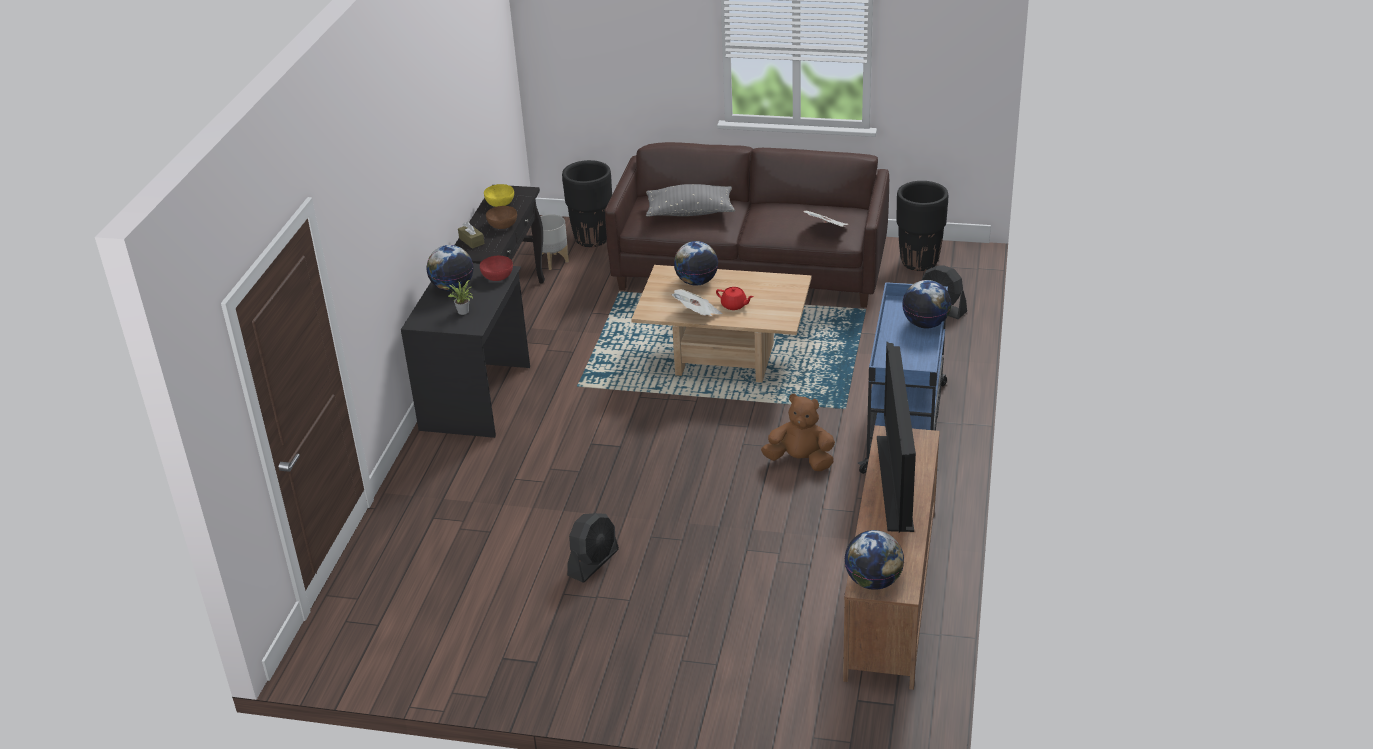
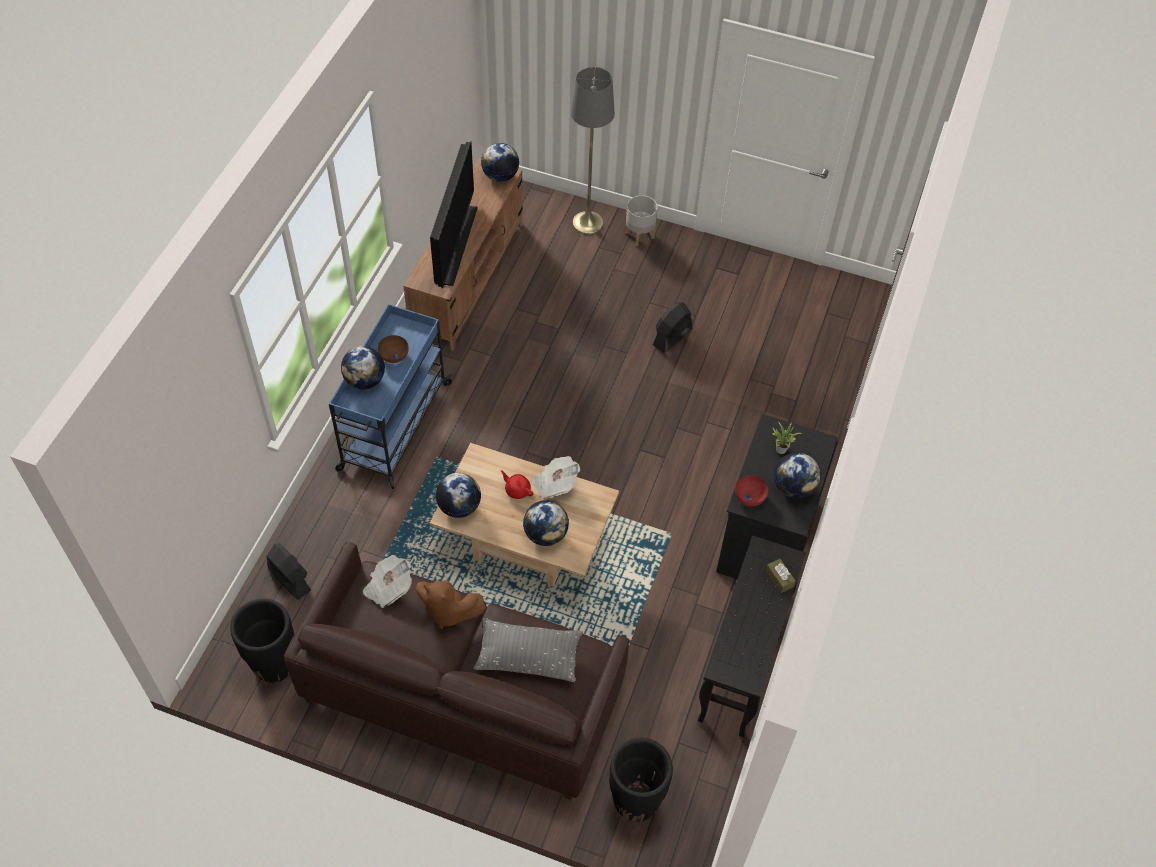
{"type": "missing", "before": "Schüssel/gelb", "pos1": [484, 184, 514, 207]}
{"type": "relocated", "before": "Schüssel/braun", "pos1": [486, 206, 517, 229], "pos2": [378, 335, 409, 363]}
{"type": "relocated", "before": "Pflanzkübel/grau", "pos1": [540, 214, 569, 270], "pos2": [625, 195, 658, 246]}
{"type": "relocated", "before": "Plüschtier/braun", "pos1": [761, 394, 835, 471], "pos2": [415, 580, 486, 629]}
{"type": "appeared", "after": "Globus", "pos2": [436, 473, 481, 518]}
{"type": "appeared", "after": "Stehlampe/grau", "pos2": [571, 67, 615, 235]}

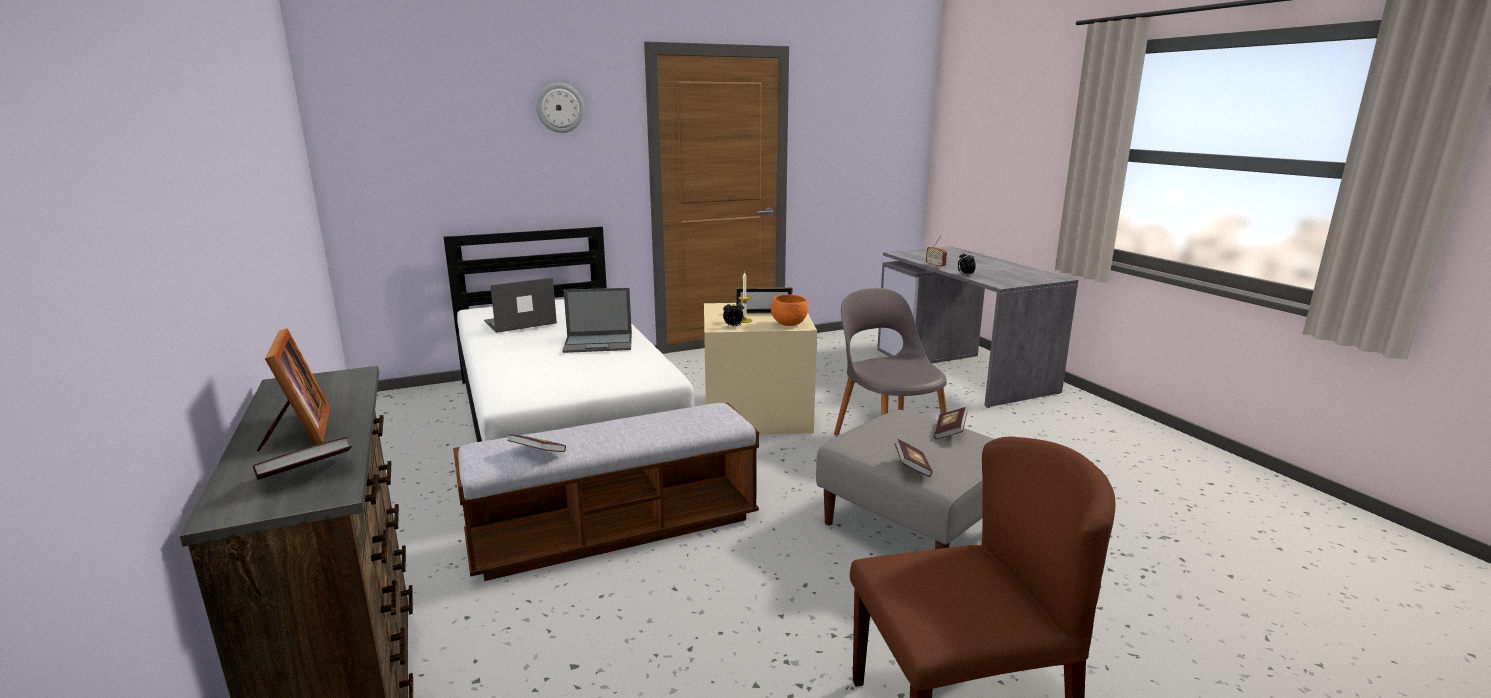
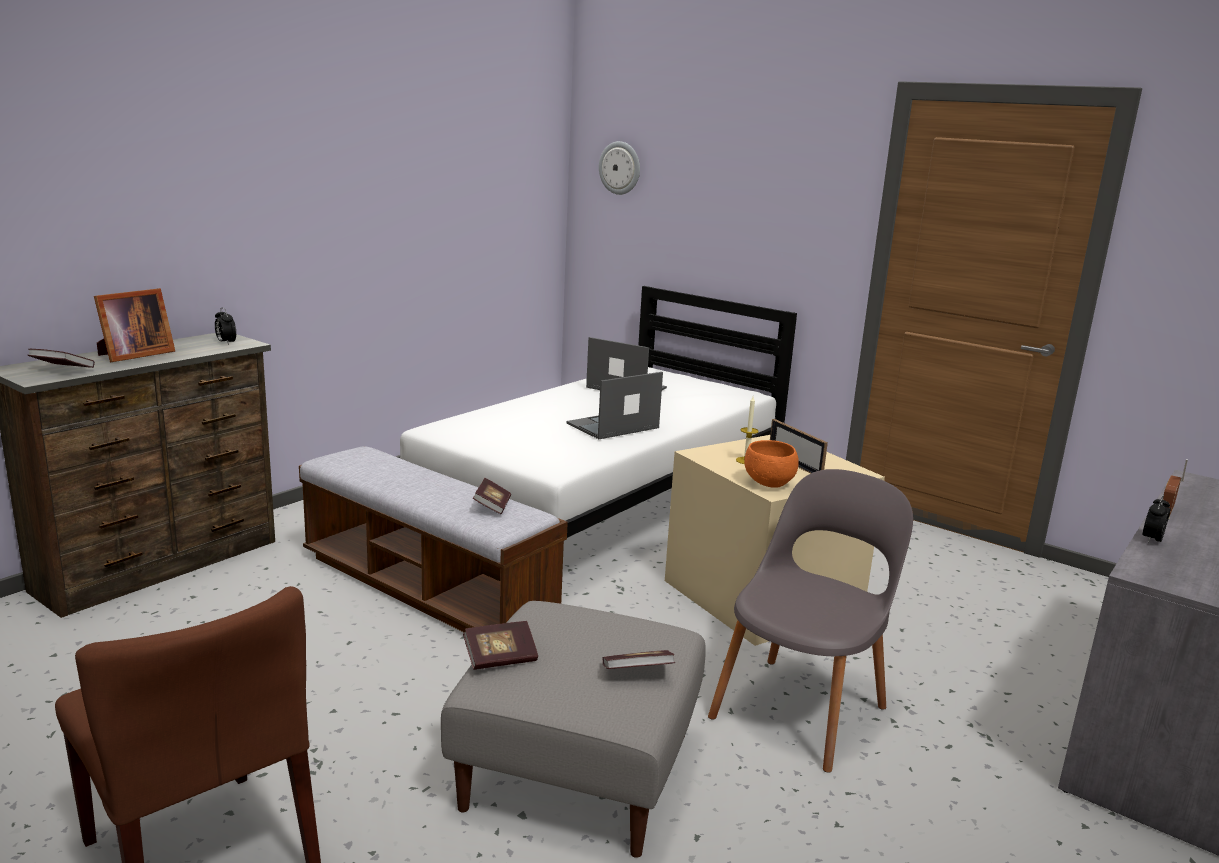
{"type": "relocated", "before": "Buch", "pos1": [507, 434, 566, 452], "pos2": [473, 478, 511, 514]}
{"type": "relocated", "before": "Wanduhr", "pos1": [536, 83, 584, 133], "pos2": [599, 141, 640, 195]}
{"type": "spun", "before": "Laptop", "pos1": [562, 288, 632, 353], "pos2": [566, 372, 663, 439], "turn": 90}
{"type": "relocated", "before": "Wecker", "pos1": [723, 300, 744, 328], "pos2": [215, 308, 236, 345]}

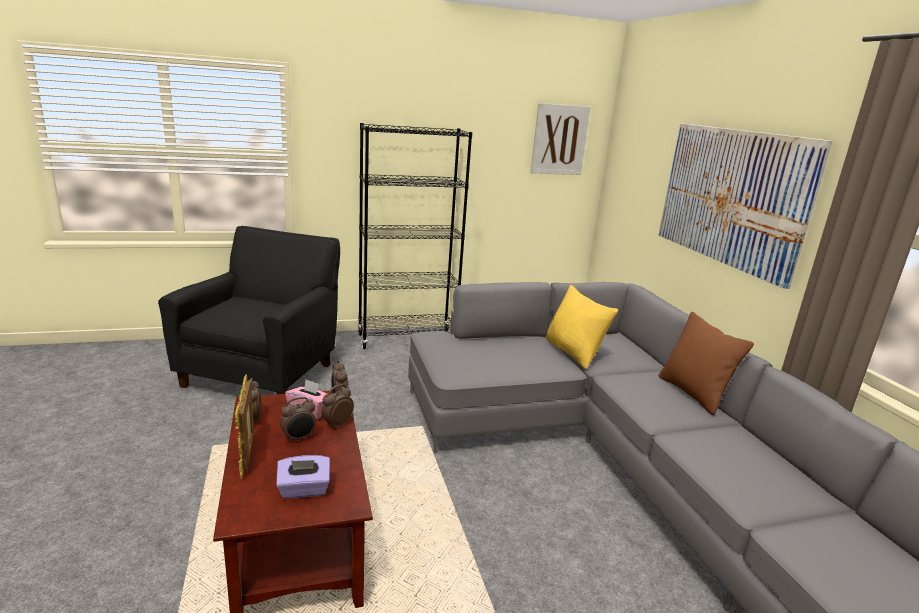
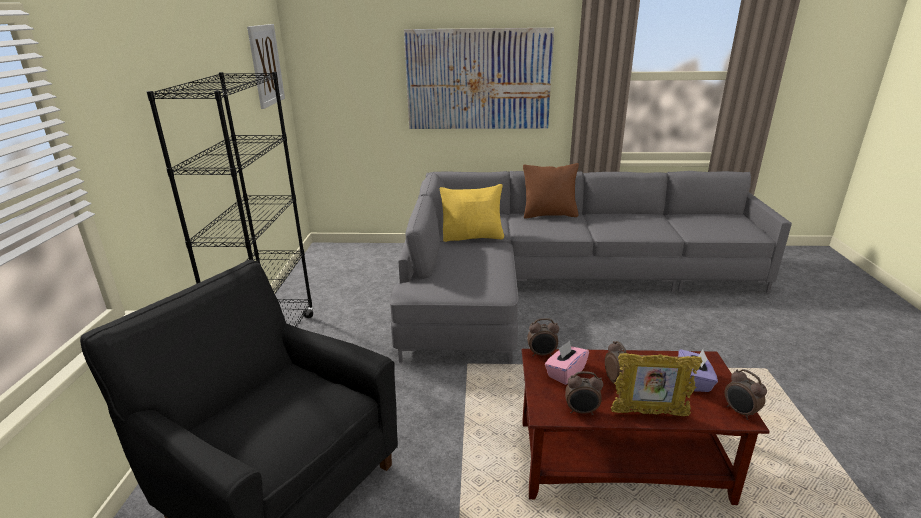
{"type": "relocated", "before": "Wecker", "pos1": [321, 384, 354, 429], "pos2": [725, 369, 767, 420]}

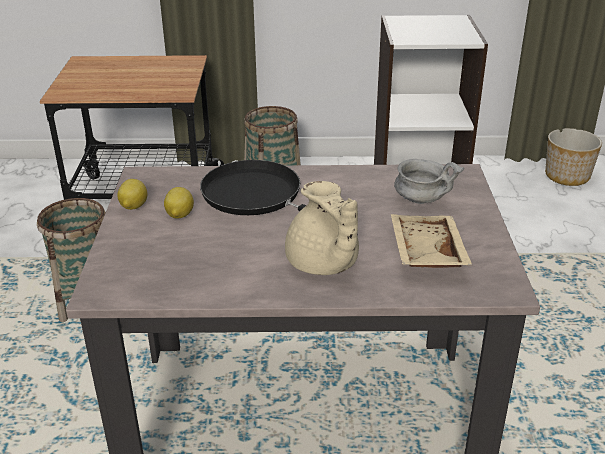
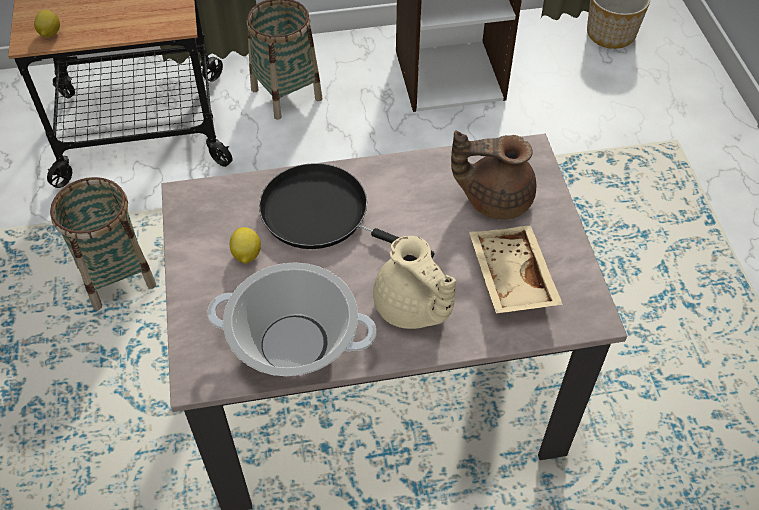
{"type": "relocated", "before": "Zitrone", "pos1": [117, 179, 147, 210], "pos2": [34, 10, 60, 37]}
{"type": "exchanged", "before": "Schüssel/grau", "after": "Teekanne/braun", "pos1": [394, 159, 464, 204], "pos2": [451, 130, 536, 220]}
{"type": "appeared", "after": "Kochtopf", "pos2": [207, 262, 376, 376]}

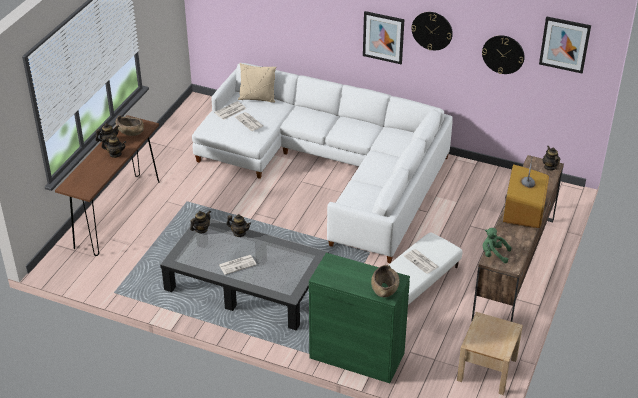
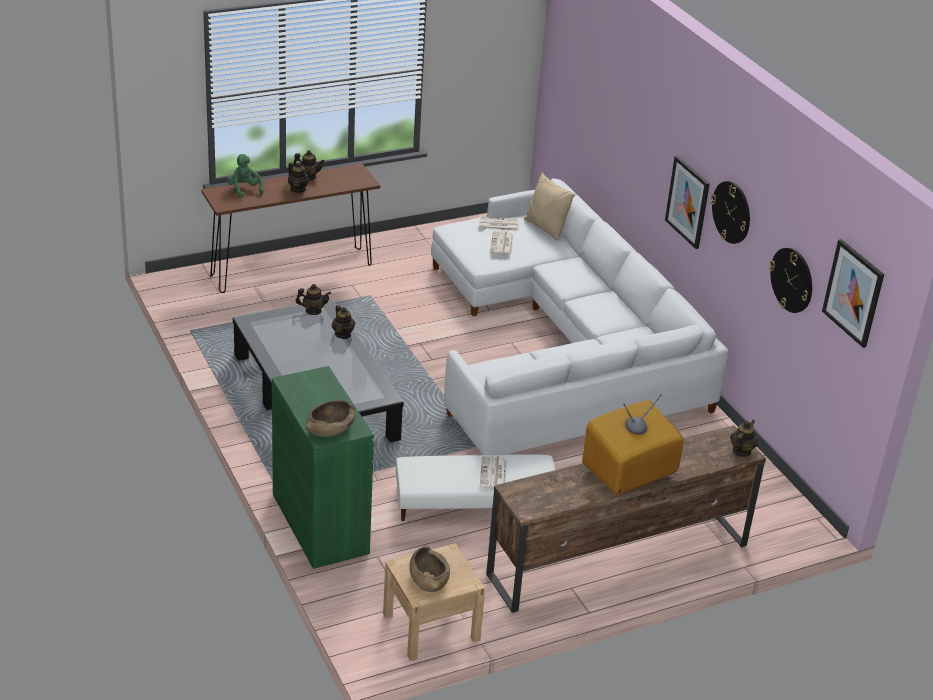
{"type": "relocated", "before": "Schüssel/braun", "pos1": [116, 115, 144, 136], "pos2": [409, 546, 450, 592]}
{"type": "missing", "before": "Zeitung", "pos1": [219, 255, 257, 275]}
{"type": "relocated", "before": "Plüschtier/grün", "pos1": [483, 228, 512, 263], "pos2": [227, 154, 263, 199]}

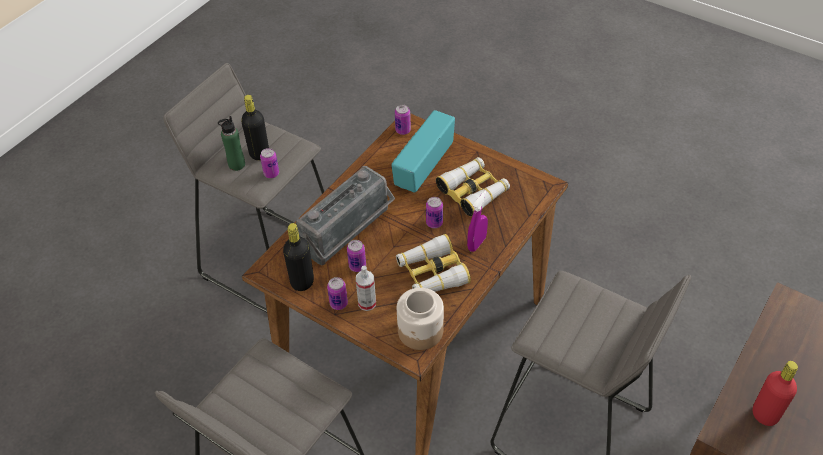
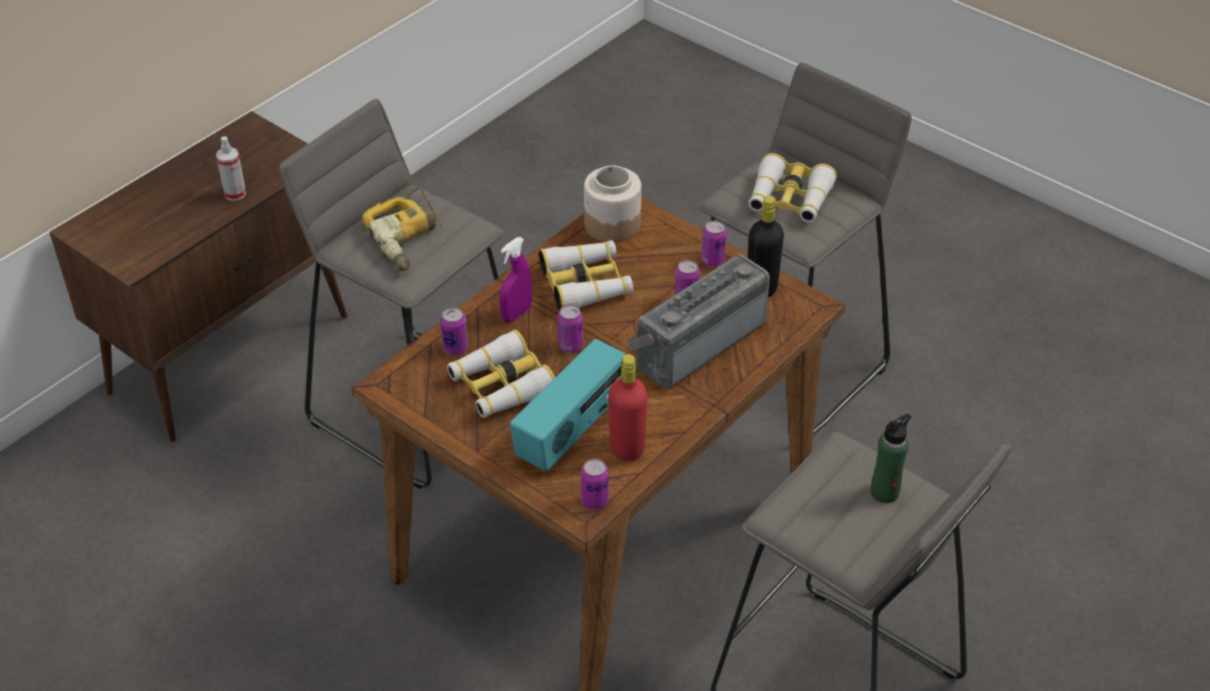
{"type": "missing", "before": "Flasche/schwarz", "pos1": [241, 95, 269, 160]}
{"type": "relocated", "before": "Dose", "pos1": [260, 148, 279, 178], "pos2": [441, 307, 468, 355]}
{"type": "relocated", "before": "Sprühflasche", "pos1": [356, 266, 376, 311], "pos2": [216, 136, 246, 201]}
{"type": "relocated", "before": "Flasche/rot", "pos1": [753, 361, 798, 426], "pos2": [609, 354, 647, 461]}
{"type": "appeared", "after": "Bohrmaschine", "pos2": [362, 185, 444, 271]}
{"type": "appeared", "after": "Fernglas", "pos2": [748, 153, 837, 222]}

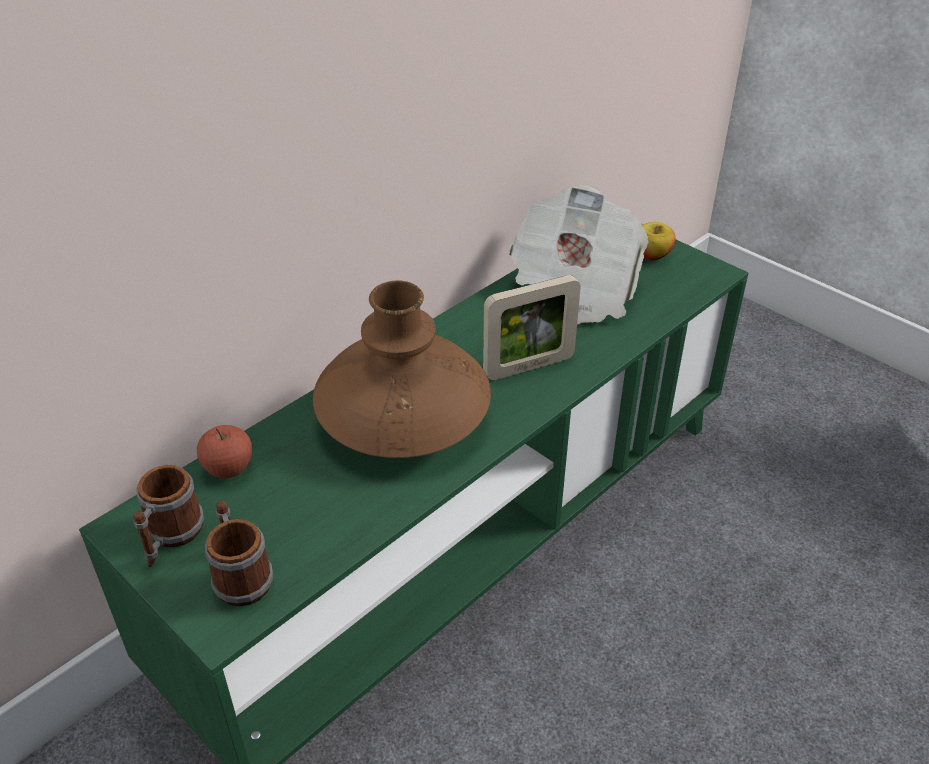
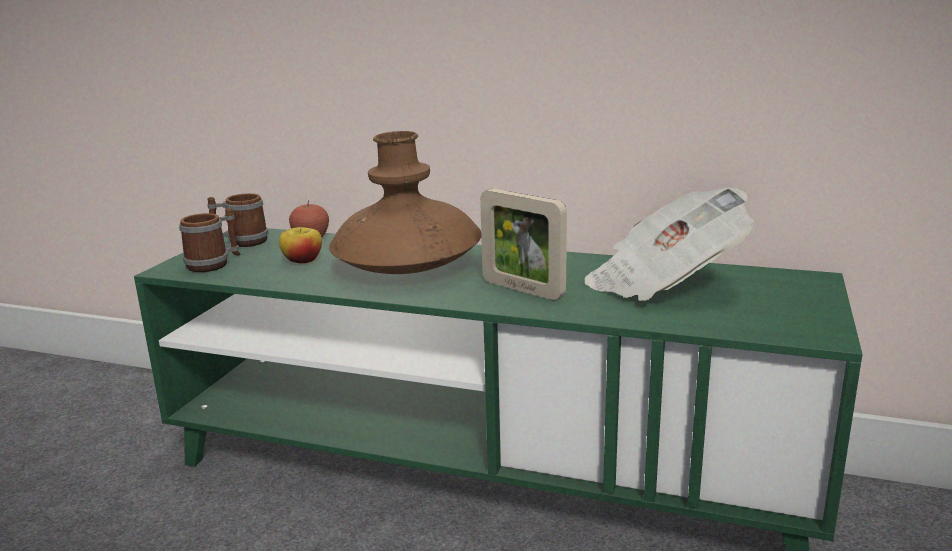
{"type": "relocated", "before": "Apfel", "pos1": [642, 222, 675, 260], "pos2": [279, 227, 322, 264]}

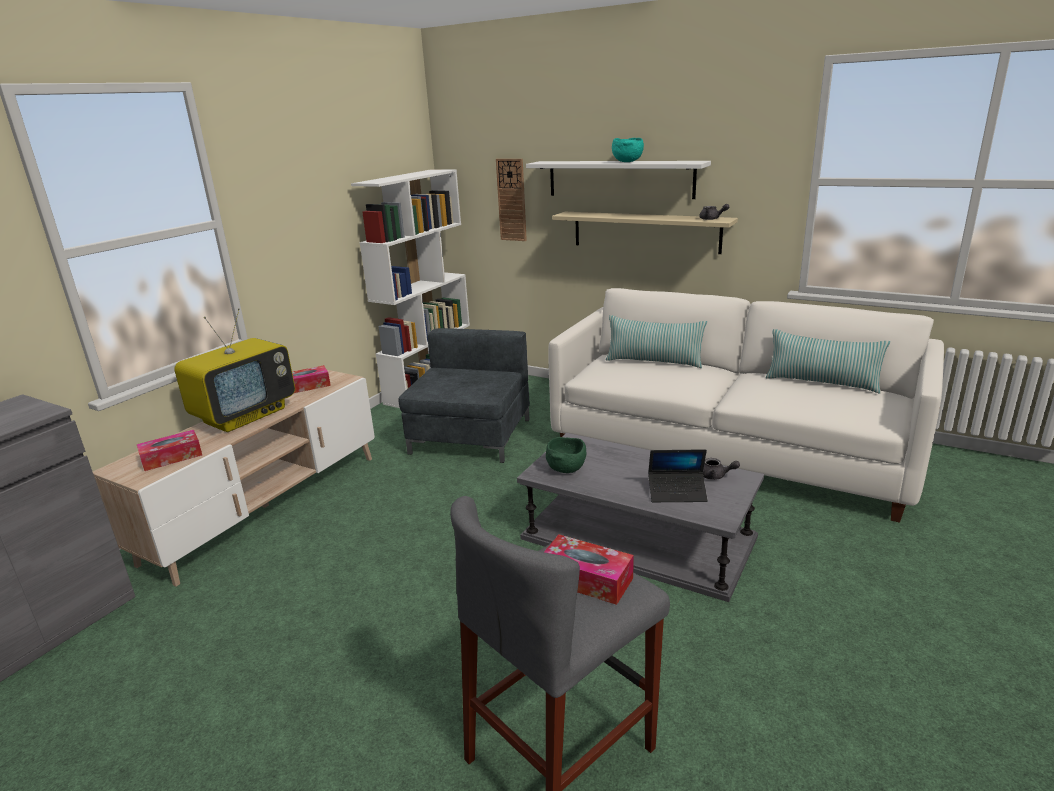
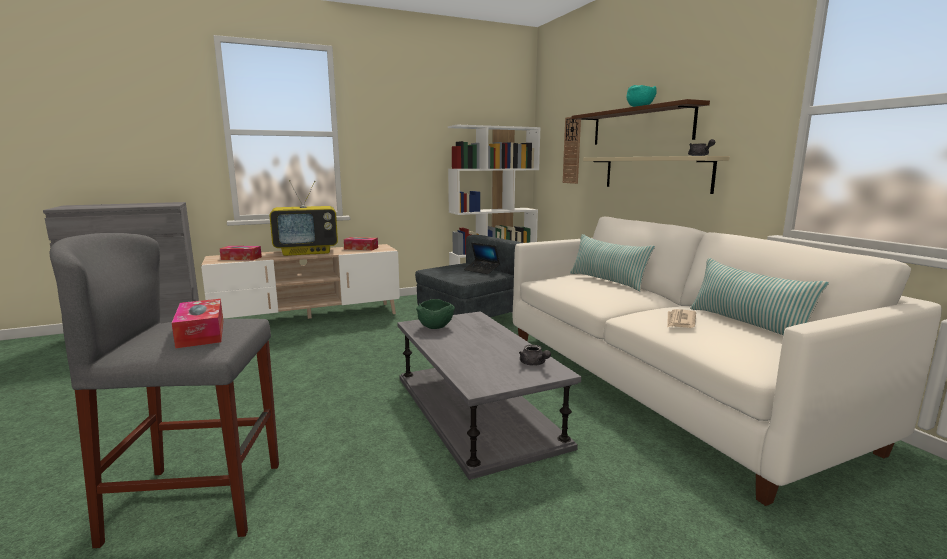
{"type": "colour", "before": "Wandregal/weiß", "after": "Wandregal/braun", "pos1": [526, 161, 711, 199], "pos2": [572, 99, 710, 145]}
{"type": "relocated", "before": "Laptop", "pos1": [648, 449, 708, 502], "pos2": [464, 243, 500, 274]}
{"type": "appeared", "after": "Zeitung", "pos2": [667, 309, 696, 328]}

